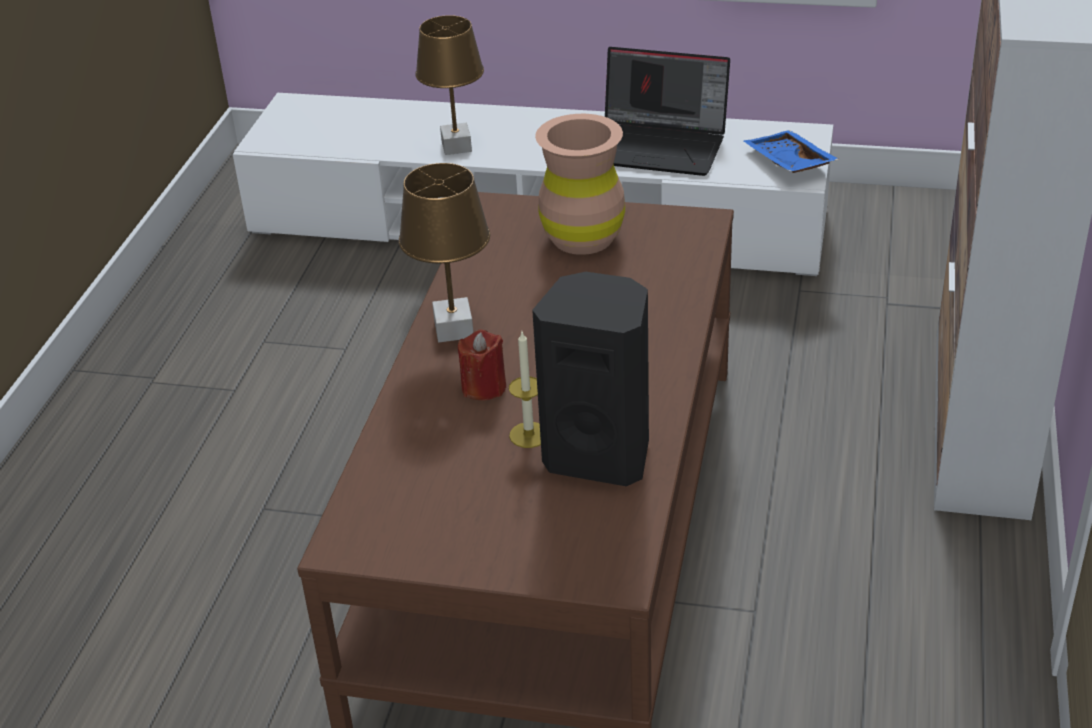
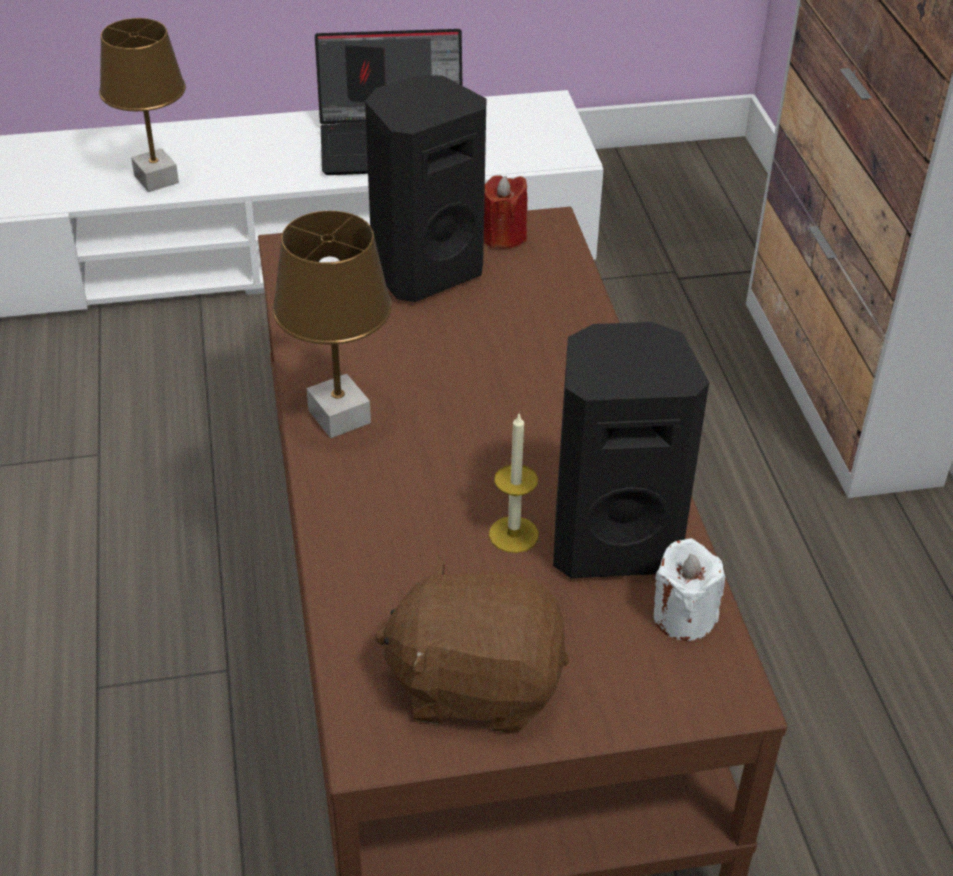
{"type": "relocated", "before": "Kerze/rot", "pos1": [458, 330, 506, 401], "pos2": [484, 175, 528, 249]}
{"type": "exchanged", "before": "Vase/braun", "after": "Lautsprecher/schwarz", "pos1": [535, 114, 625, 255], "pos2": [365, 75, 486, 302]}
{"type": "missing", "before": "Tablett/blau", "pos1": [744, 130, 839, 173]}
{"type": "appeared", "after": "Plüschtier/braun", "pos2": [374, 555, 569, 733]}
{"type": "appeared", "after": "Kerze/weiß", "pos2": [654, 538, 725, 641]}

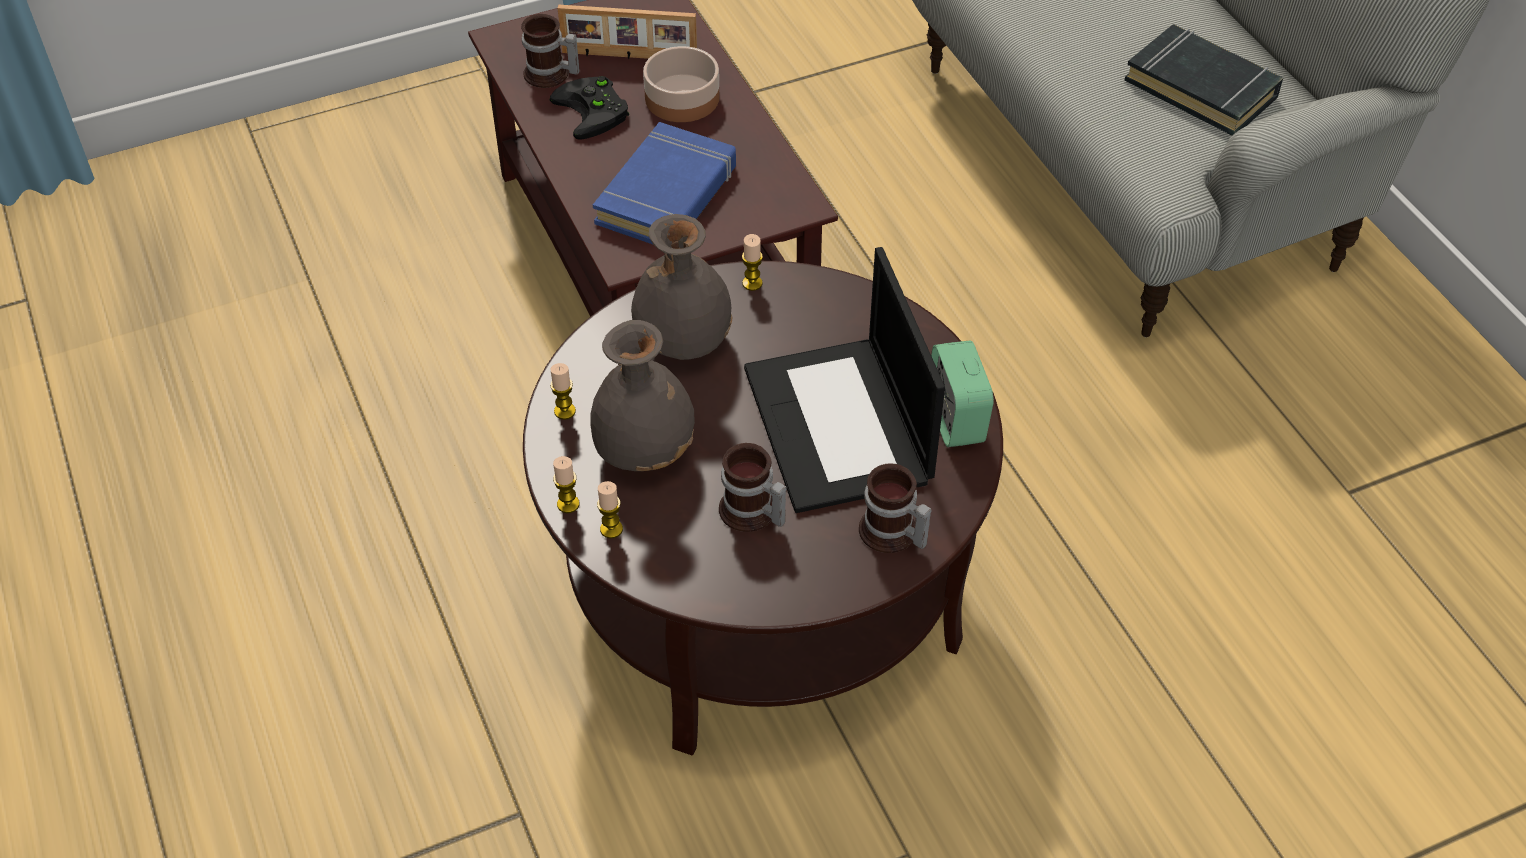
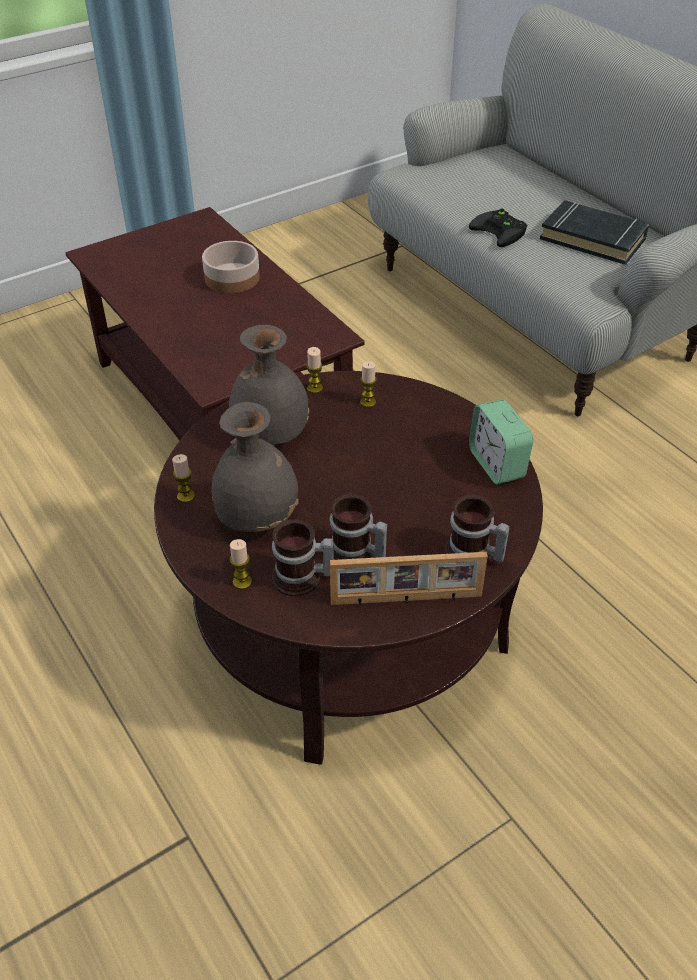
{"type": "relocated", "before": "Henkelbecher", "pos1": [521, 14, 580, 88], "pos2": [272, 519, 334, 596]}
{"type": "relocated", "before": "Gamepad/schwarz", "pos1": [550, 76, 629, 140], "pos2": [469, 208, 527, 247]}
{"type": "relocated", "before": "Kerze", "pos1": [553, 456, 580, 513], "pos2": [360, 362, 377, 408]}
{"type": "relocated", "before": "Bilderrahmen", "pos1": [558, 5, 697, 59], "pos2": [330, 552, 488, 606]}
{"type": "missing", "before": "Buch/blau", "pos1": [593, 122, 736, 244]}
{"type": "missing", "before": "Laptop", "pos1": [744, 247, 945, 513]}

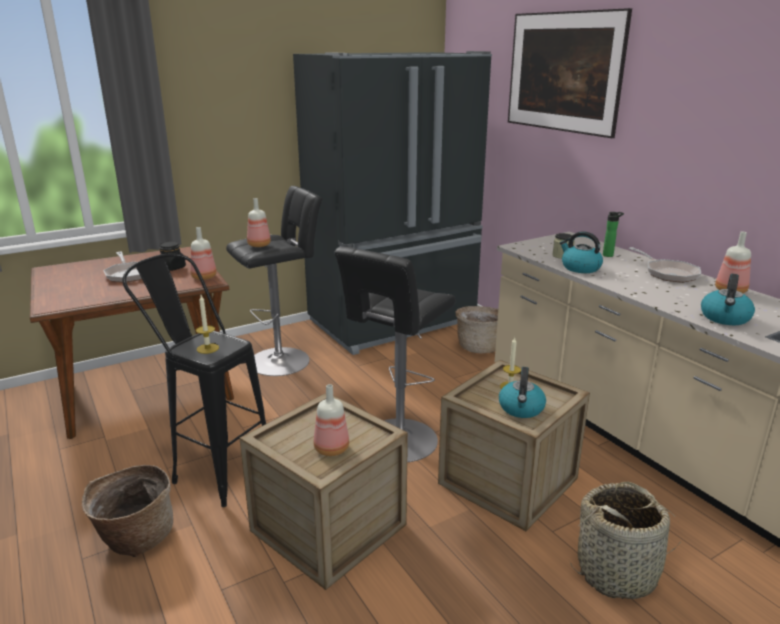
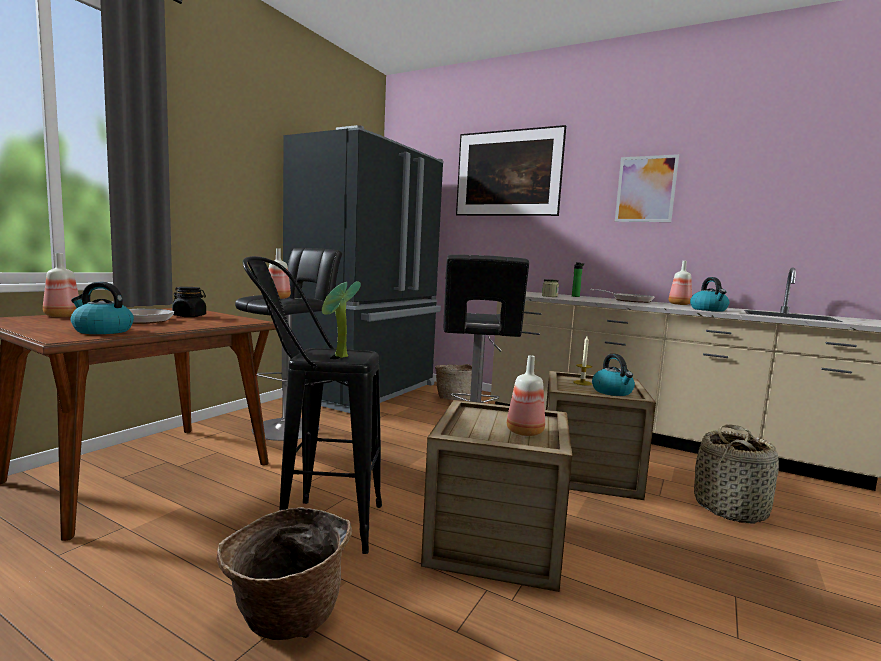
{"type": "relocated", "before": "Flasche", "pos1": [190, 227, 217, 280], "pos2": [43, 253, 79, 317]}
{"type": "exchanged", "before": "Kerze", "after": "Topfpflanze", "pos1": [196, 295, 219, 354], "pos2": [322, 281, 361, 358]}
{"type": "relocated", "before": "Wasserkessel", "pos1": [560, 231, 603, 273], "pos2": [71, 282, 134, 334]}
{"type": "appeared", "after": "Bild", "pos2": [615, 154, 679, 222]}

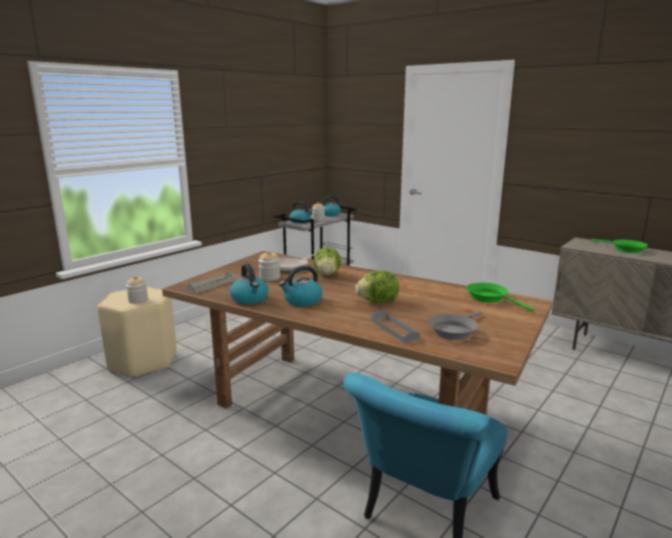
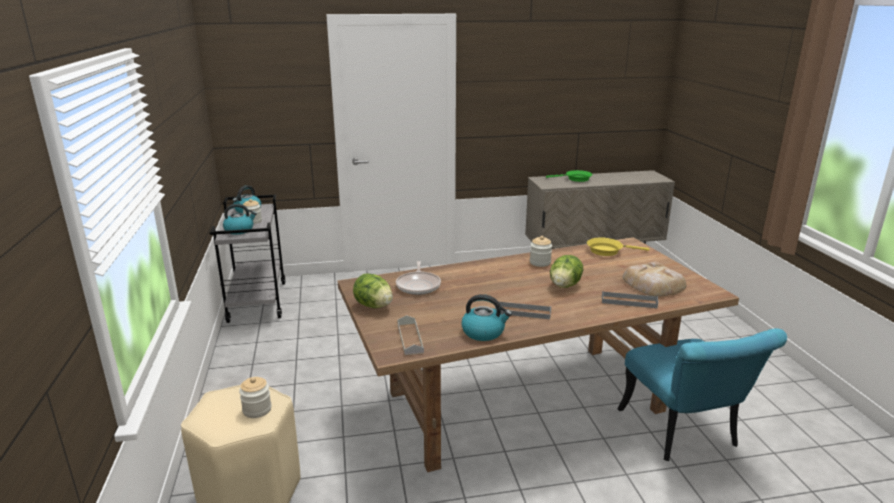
{"type": "relocated", "before": "Vorratsglas", "pos1": [258, 251, 280, 281], "pos2": [530, 236, 552, 267]}
{"type": "exchanged", "before": "Wasserkessel", "after": "Tablett/grau", "pos1": [279, 265, 322, 306], "pos2": [495, 302, 551, 319]}
{"type": "relocated", "before": "Salatkopf", "pos1": [314, 247, 341, 276], "pos2": [353, 273, 393, 308]}
{"type": "exchanged", "before": "Pfanne/grau", "after": "Brot", "pos1": [429, 311, 482, 340], "pos2": [623, 262, 686, 297]}
{"type": "colour", "before": "Pfanne/grün", "after": "Pfanne/gelb", "pos1": [466, 283, 534, 312], "pos2": [587, 238, 649, 256]}

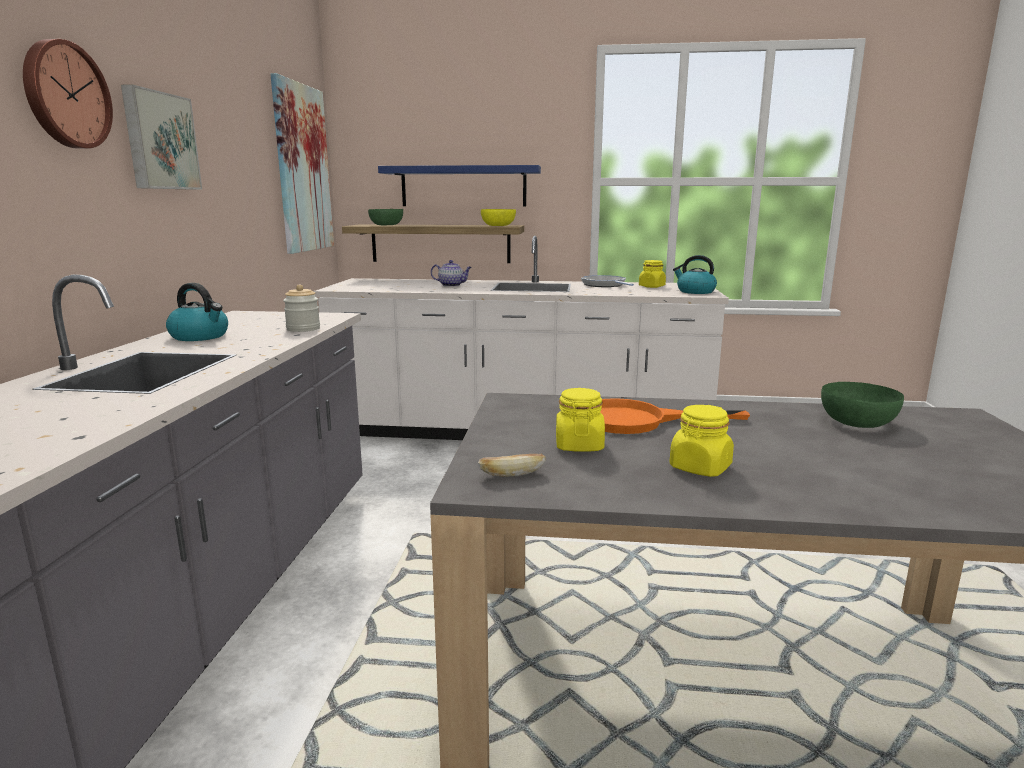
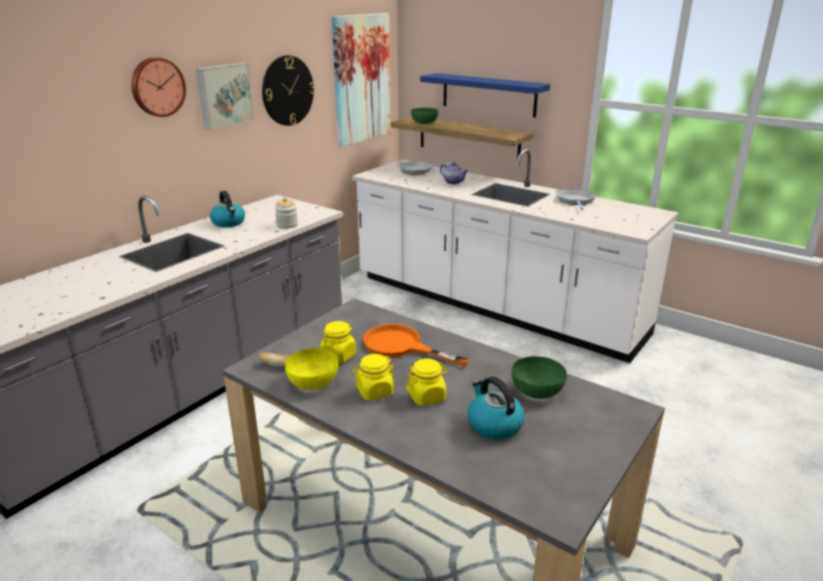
{"type": "relocated", "before": "Schüssel/gelb", "pos1": [481, 209, 516, 226], "pos2": [285, 348, 338, 390]}
{"type": "relocated", "before": "Vorratsglas/gelb", "pos1": [639, 260, 666, 288], "pos2": [406, 359, 448, 406]}
{"type": "relocated", "before": "Wasserkessel", "pos1": [673, 255, 717, 294], "pos2": [468, 377, 525, 439]}
{"type": "appeared", "after": "Wanduhr", "pos2": [262, 55, 315, 126]}
{"type": "appeared", "after": "Pfanne", "pos2": [398, 161, 451, 175]}

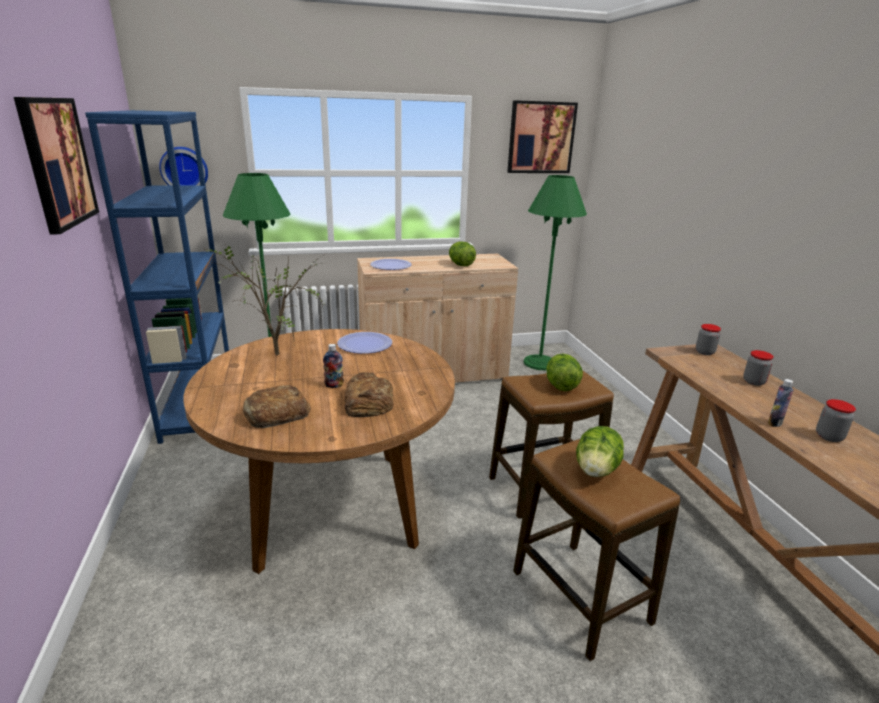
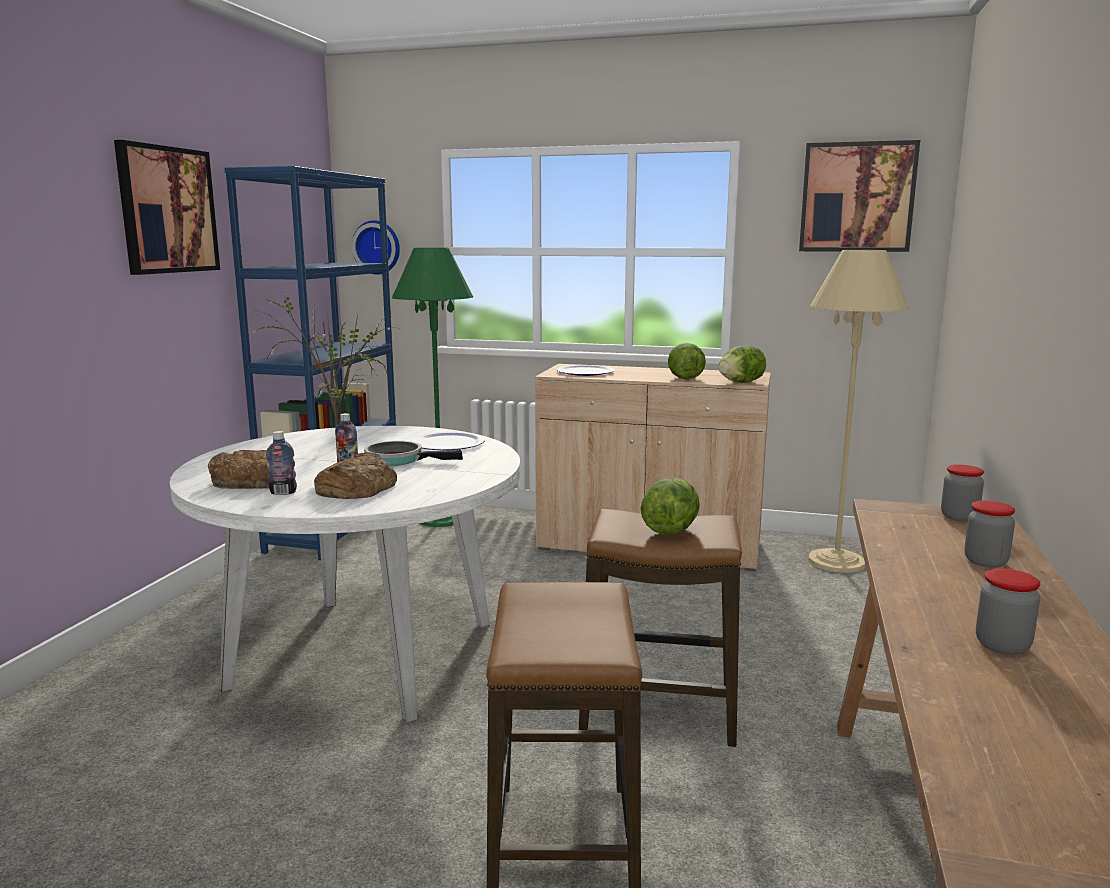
{"type": "colour", "before": "Esstisch/braun", "after": "Esstisch/weiß", "pos1": [183, 329, 455, 574], "pos2": [170, 426, 520, 722]}
{"type": "colour", "before": "Stehlampe/grün", "after": "Stehlampe/beige", "pos1": [523, 175, 587, 370], "pos2": [808, 250, 910, 573]}
{"type": "relocated", "before": "Salatkopf", "pos1": [576, 426, 624, 477], "pos2": [719, 345, 766, 383]}
{"type": "relocated", "before": "Flasche", "pos1": [768, 379, 794, 427], "pos2": [266, 431, 297, 495]}
{"type": "appeared", "after": "Pfanne", "pos2": [364, 441, 463, 466]}

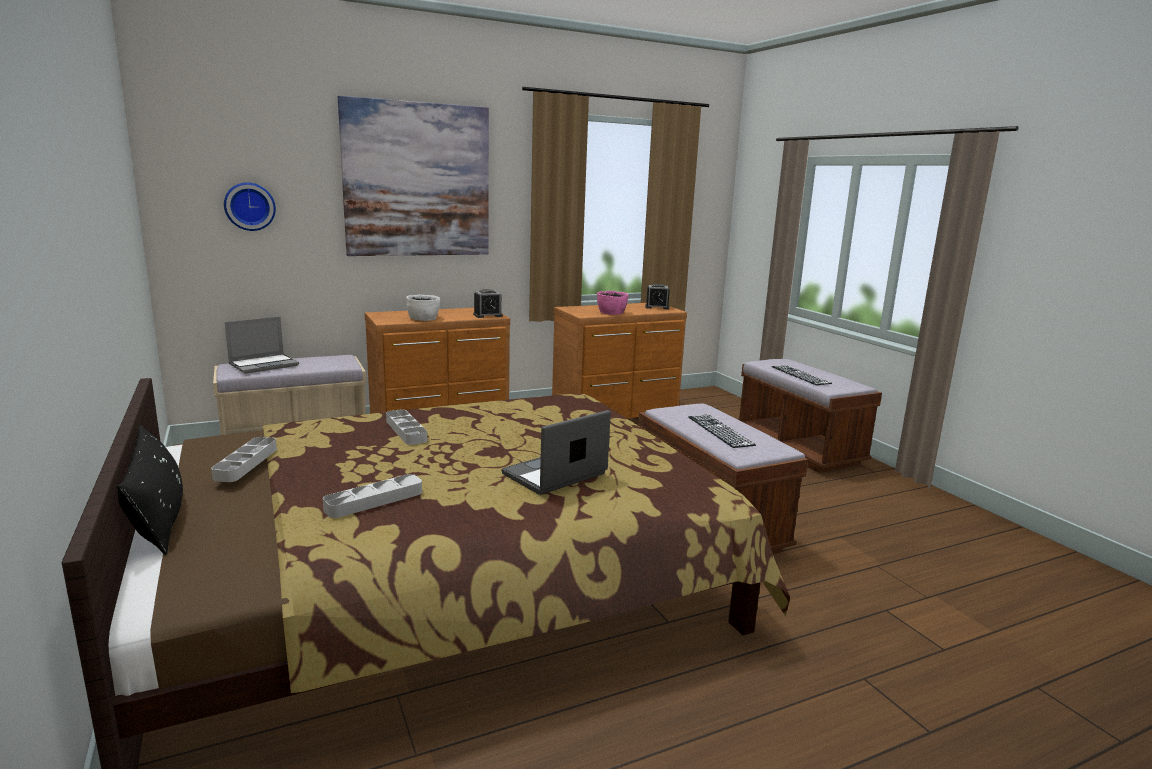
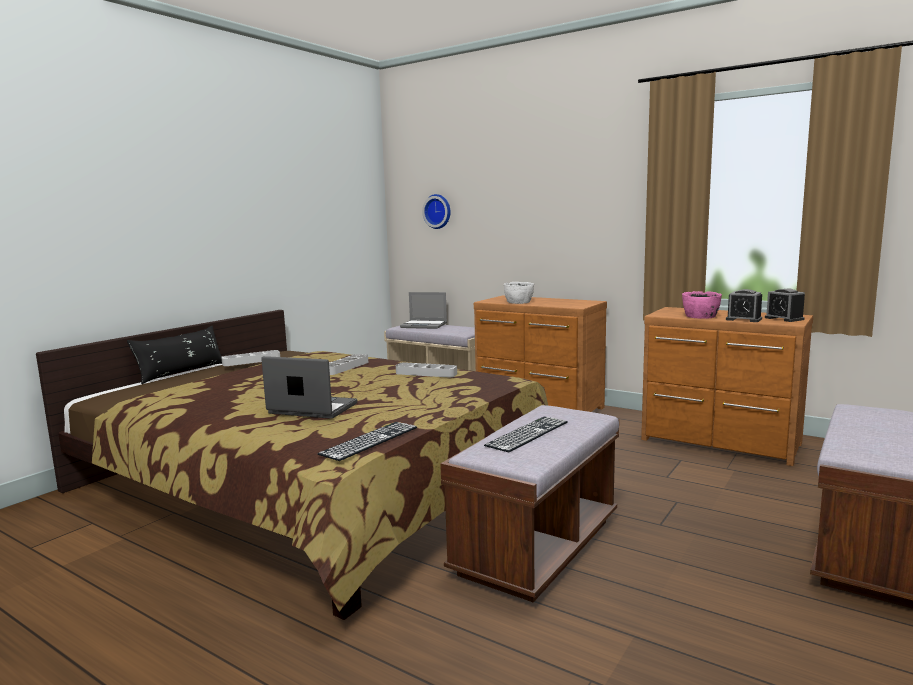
{"type": "relocated", "before": "Tablett/grau", "pos1": [323, 474, 422, 518], "pos2": [396, 362, 457, 377]}
{"type": "missing", "before": "Bild", "pos1": [338, 96, 489, 256]}
{"type": "relocated", "before": "Wecker", "pos1": [473, 289, 503, 318], "pos2": [726, 289, 762, 322]}
{"type": "relocated", "before": "Tastatur", "pos1": [772, 365, 832, 385], "pos2": [317, 422, 417, 461]}

